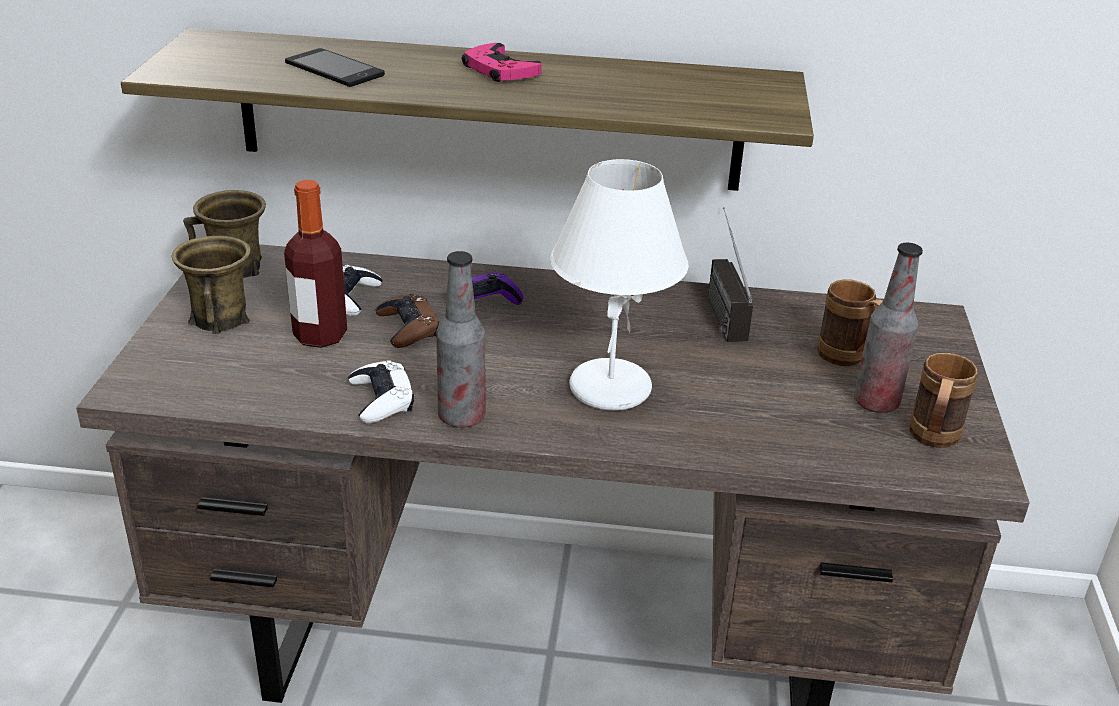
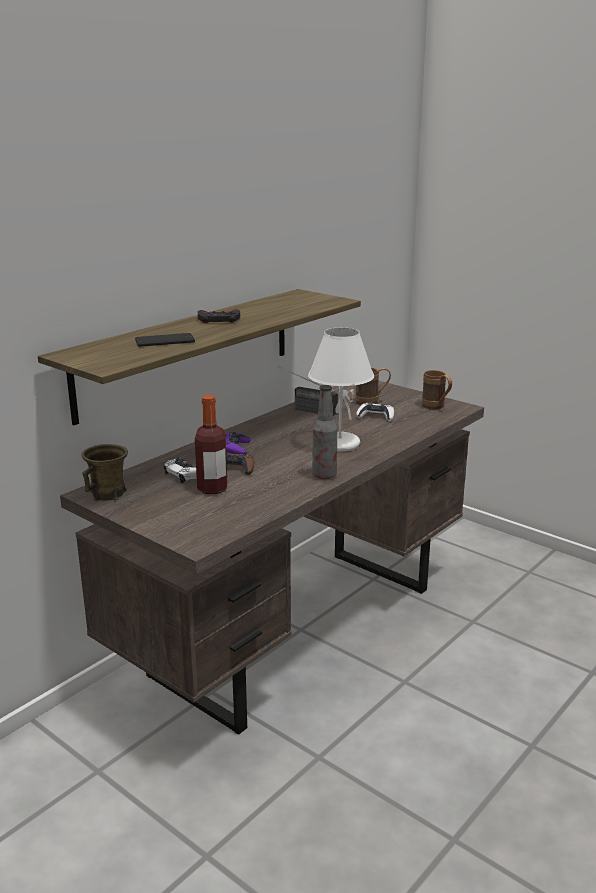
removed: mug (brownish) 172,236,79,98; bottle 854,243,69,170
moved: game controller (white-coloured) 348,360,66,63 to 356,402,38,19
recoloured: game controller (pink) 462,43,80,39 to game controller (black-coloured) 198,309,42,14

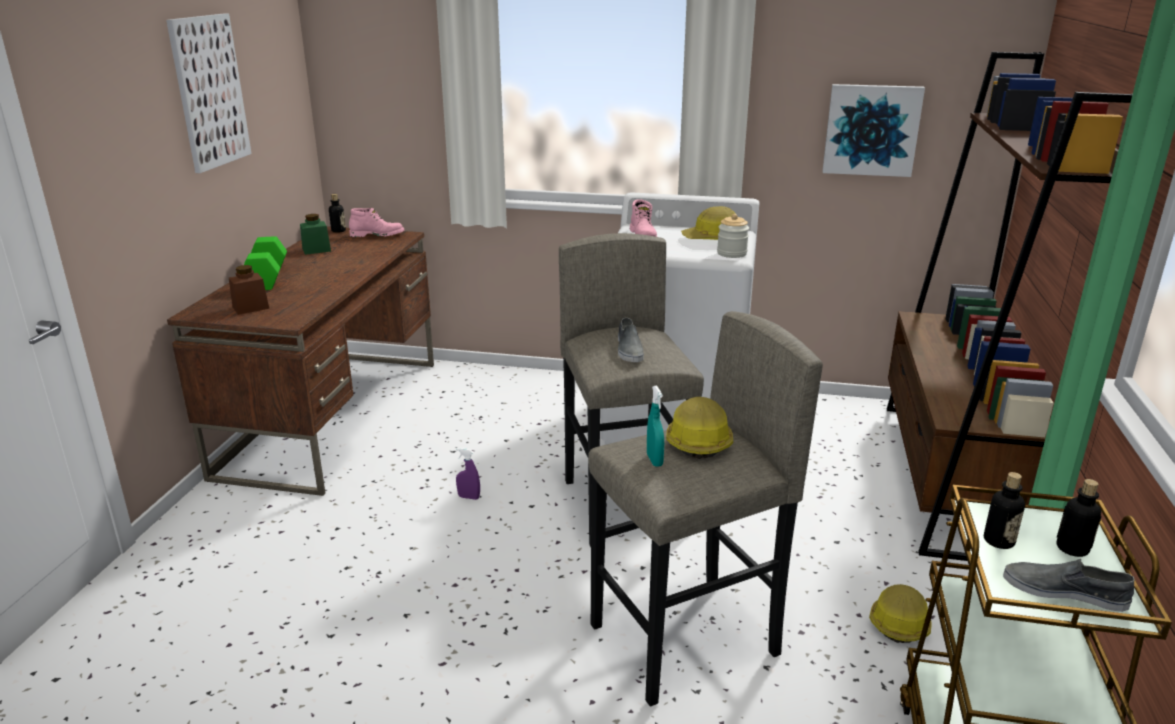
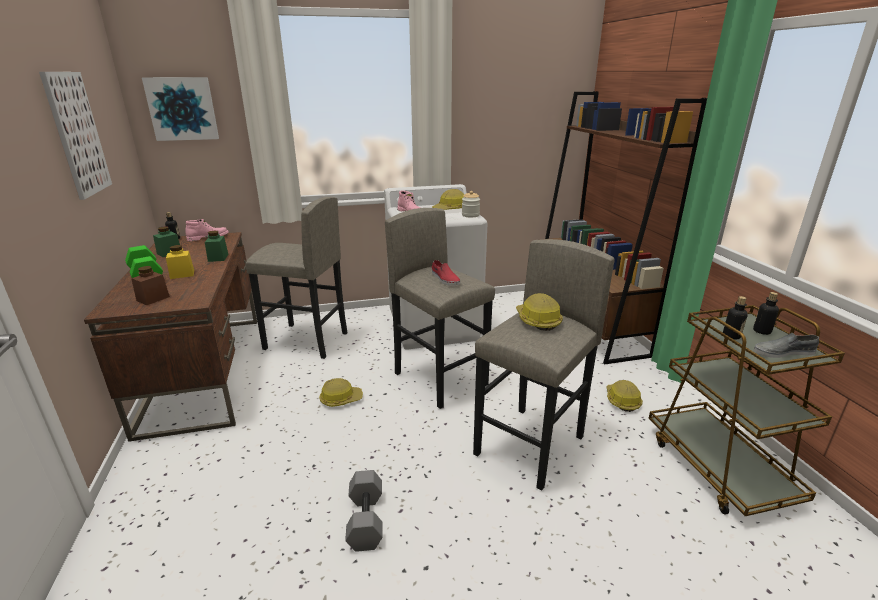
removed: sprayer (turquoise) 647,386,17,81
added: preserve jar (yellow) 166,245,28,34; preserve jar (green-coloured) 205,231,24,31; stool (gray) 245,197,103,162; free weight (gray) 345,470,38,82
moved: wall art 822,84,103,93 to 142,77,77,64
replaced: sprayer (purple) 456,448,24,52 to safety helmet 319,378,44,29
recoloured: item of footwear (gray) 618,318,26,44 to item of footwear (red-coloured) 432,260,28,26

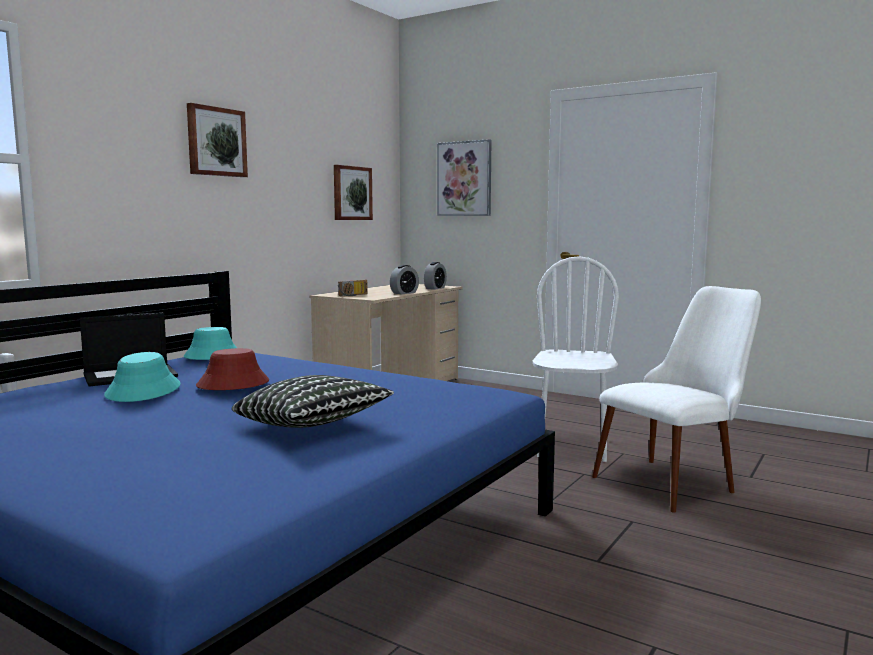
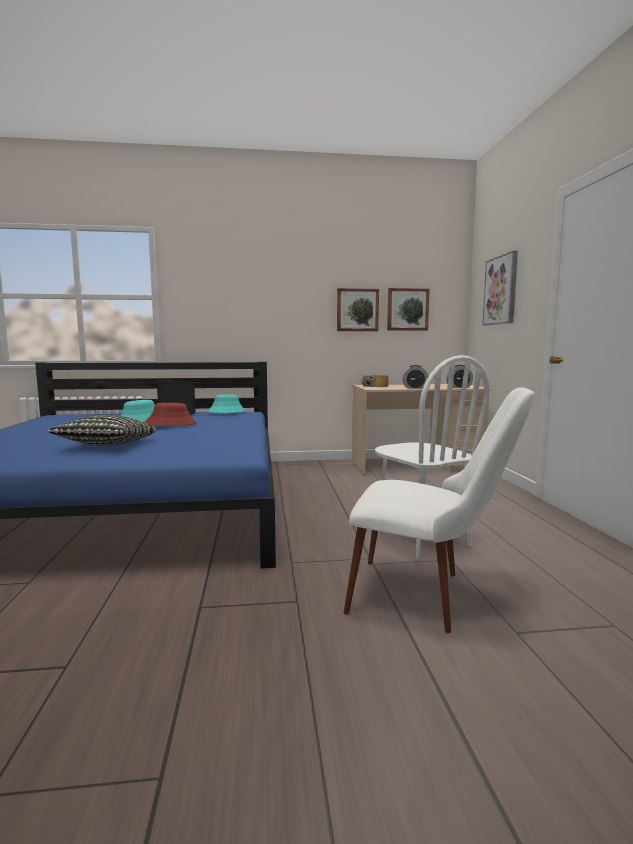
moved: wall art 187,103,61,74 to 337,288,42,43
turned: upright chair (white-coloured) 532,256,87,206 = 375,355,115,204 90 degrees clockwise

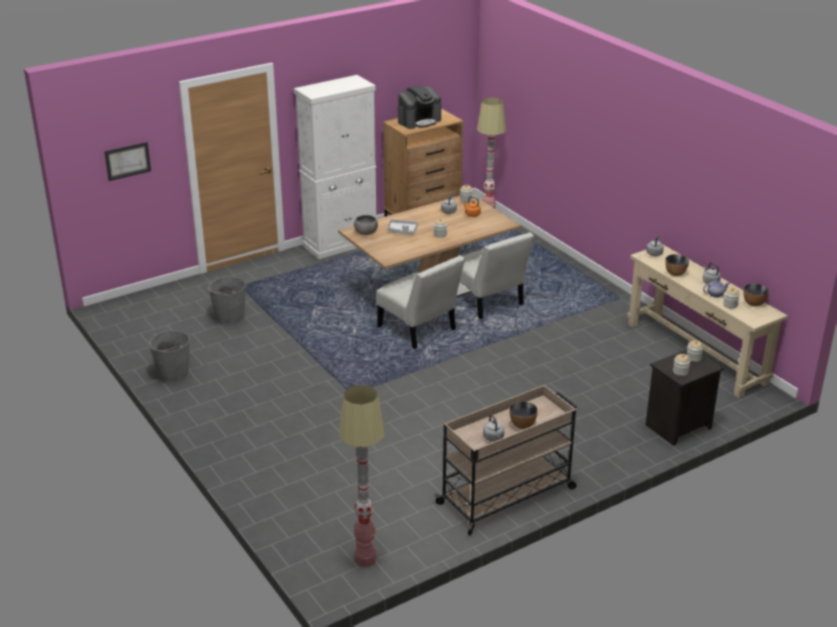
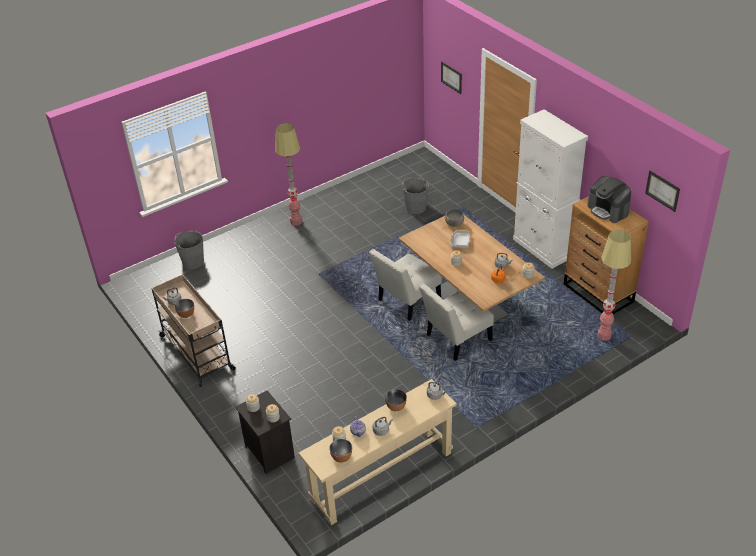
added: wall art 645,171,35,41
moved: bucket (gray) 149,330,41,54 to 174,231,30,38; standard lamp 339,385,46,182 to 275,123,27,103

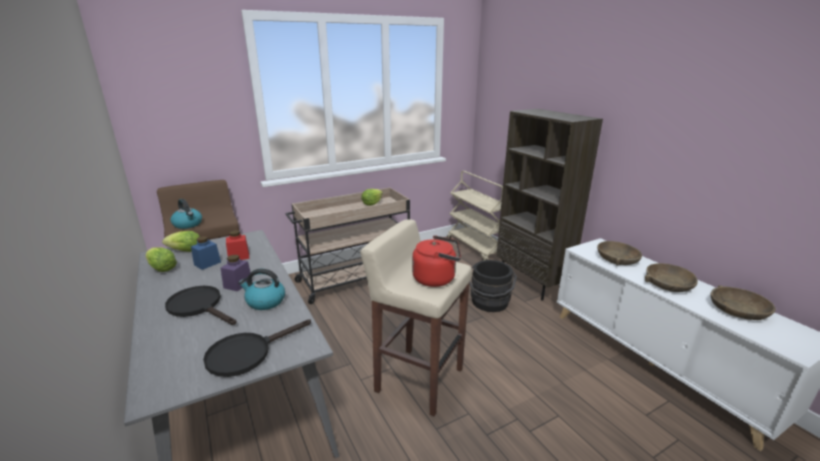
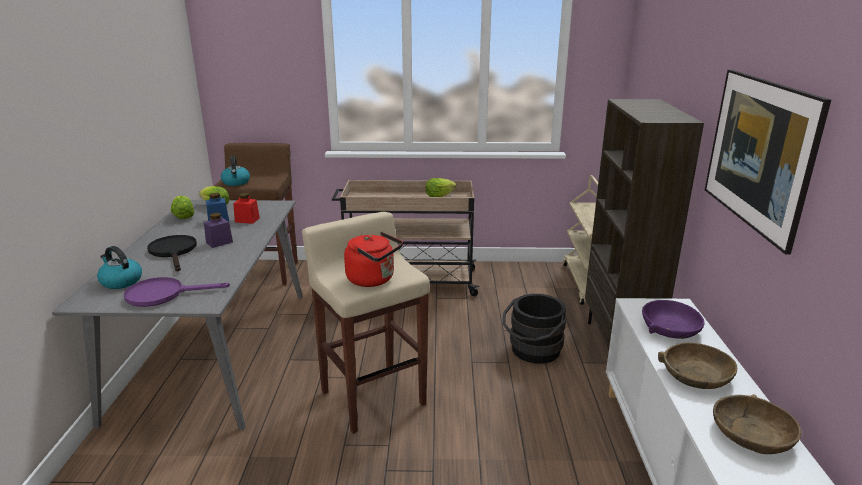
added: wall art 705,70,126,184
moved: tea kettle 238,269,47,41 to 97,246,45,43
recoloured: skillet (black-coloured) 203,320,108,57 to skillet (purple) 124,277,106,30; deep dish (brownish) 597,241,45,25 to deep dish (purple) 642,300,63,39

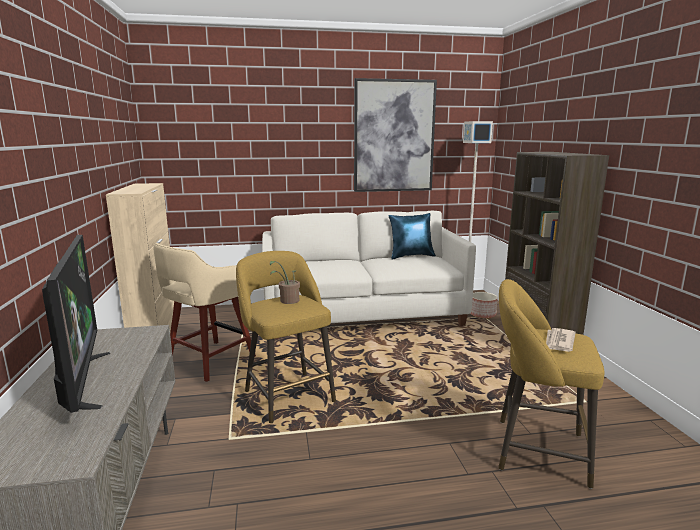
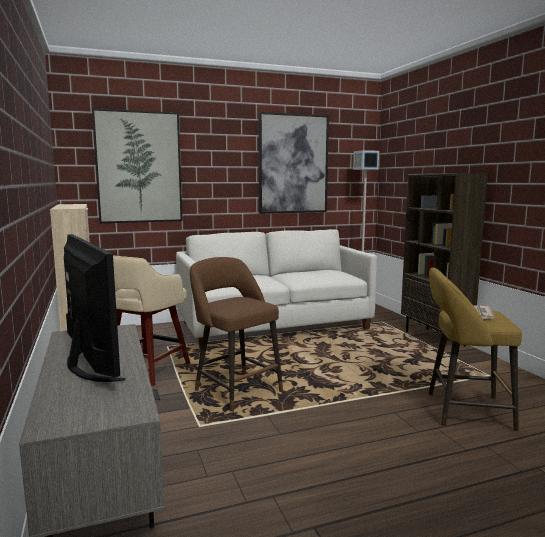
removed: potted plant 270,261,30,43; cushion (bluish) 389,213,47,47; flower pot 470,292,28,27
added: wall art 92,108,91,115
recoloured: stool (yellow) 236,251,100,172 to stool (brownish) 190,257,93,155

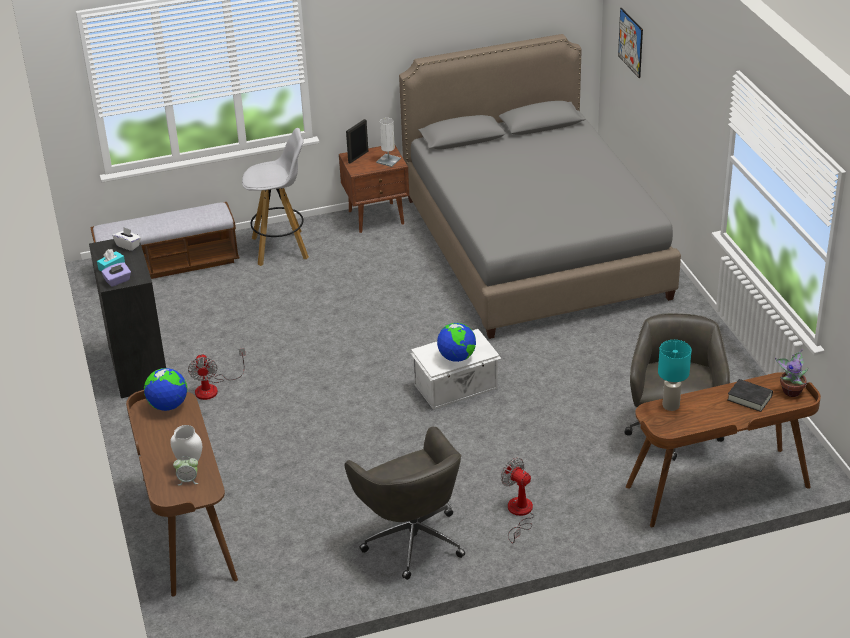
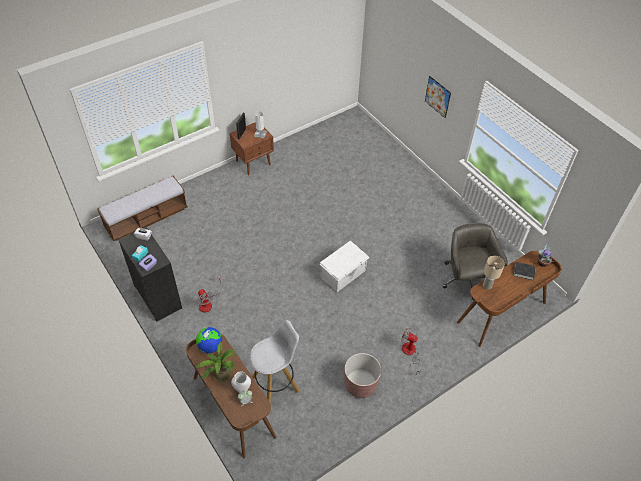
removed: sleeping bed (gray) 399,34,282,305; world globe 437,323,39,39
added: potted plant 196,341,41,41
moved: stool (white-coloured) 242,128,67,138 to 250,320,49,83; wall art 618,8,25,70 to 425,76,26,42
replaced: desk chair (gray) 345,427,120,153 to flower pot (brownish) 345,353,36,45
recoloured: table lamp (turquoise) 658,340,34,71 to table lamp (sand-coloured) 483,256,22,34

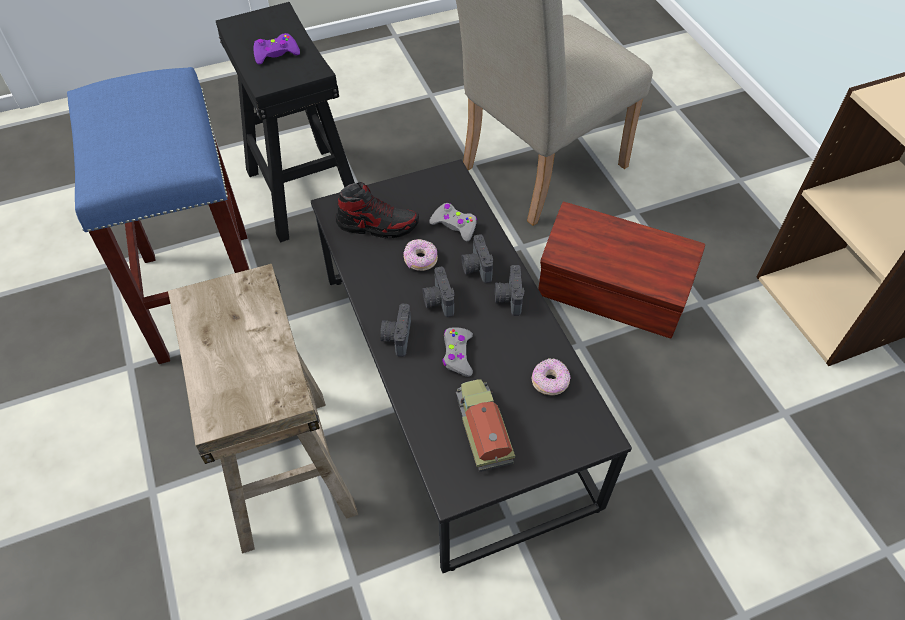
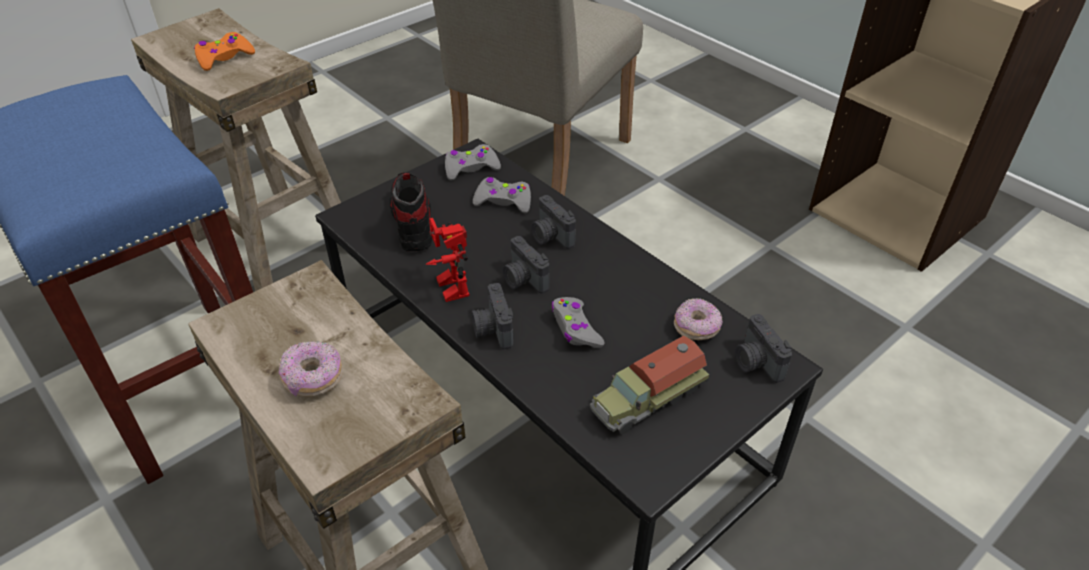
removed: storage box (brownish) 538,202,167,137
added: toy robot 426,218,44,84; game controller (gray) 445,144,56,36
moved: ring doughnut 403,239,35,32 to 279,341,64,56; still camera 495,265,29,51 to 735,314,57,69
recoloured: stool (black-coloured) 216,2,139,241 to stool (sand-coloured) 131,8,210,283; game controller (purple) 253,33,47,32 to game controller (orange) 194,32,61,39
turned: item of footwear 336,182,83,56 = 390,173,42,78 90 degrees counterclockwise; model truck 456,379,59,93 = 590,335,119,99 90 degrees counterclockwise

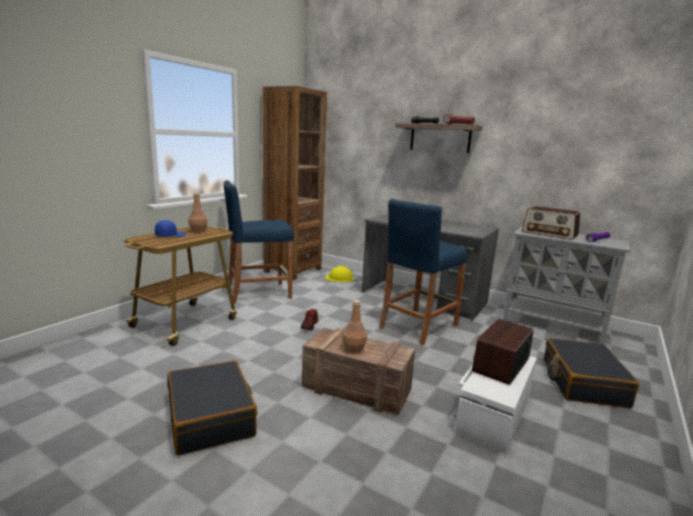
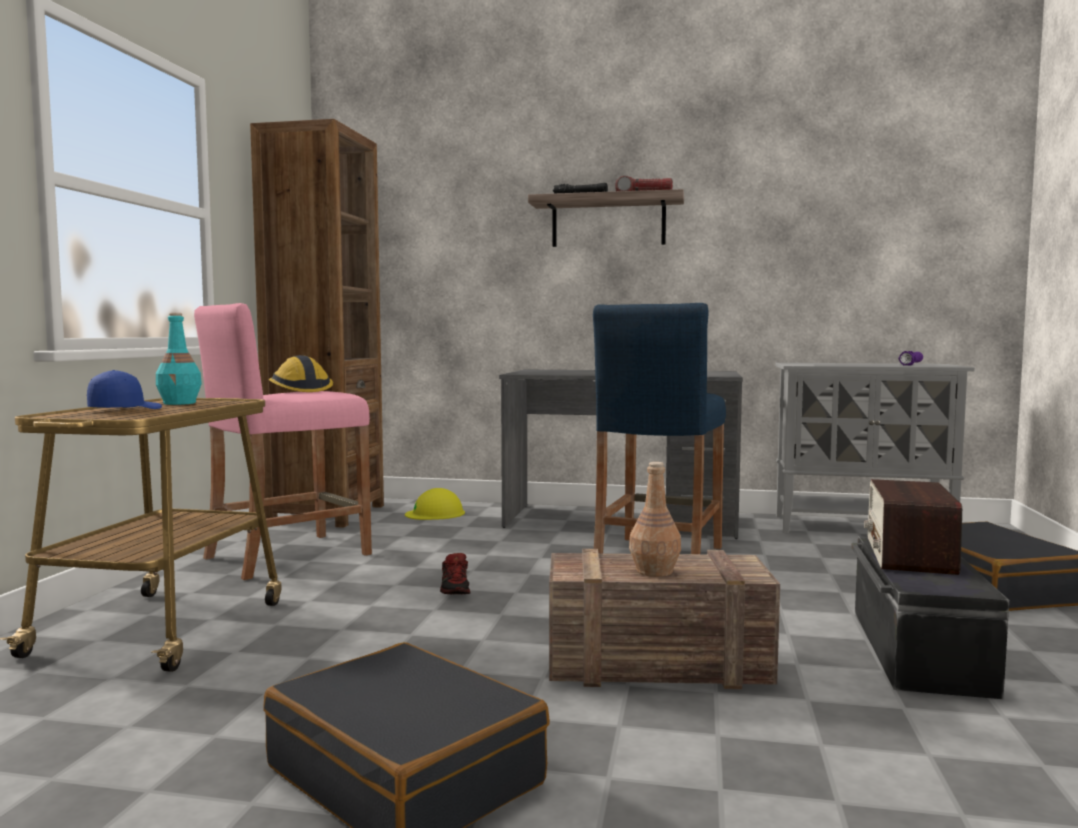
removed: radio set 522,206,58,34
added: safety helmet 269,355,64,37
recoloured: bottle (brownish) 188,193,20,40 to bottle (turquoise) 156,313,46,92; stool (bluish) 224,180,70,123 to stool (pink) 194,303,178,277; storage box (white-coloured) 455,356,82,98 to storage box (black-coloured) 851,536,158,163

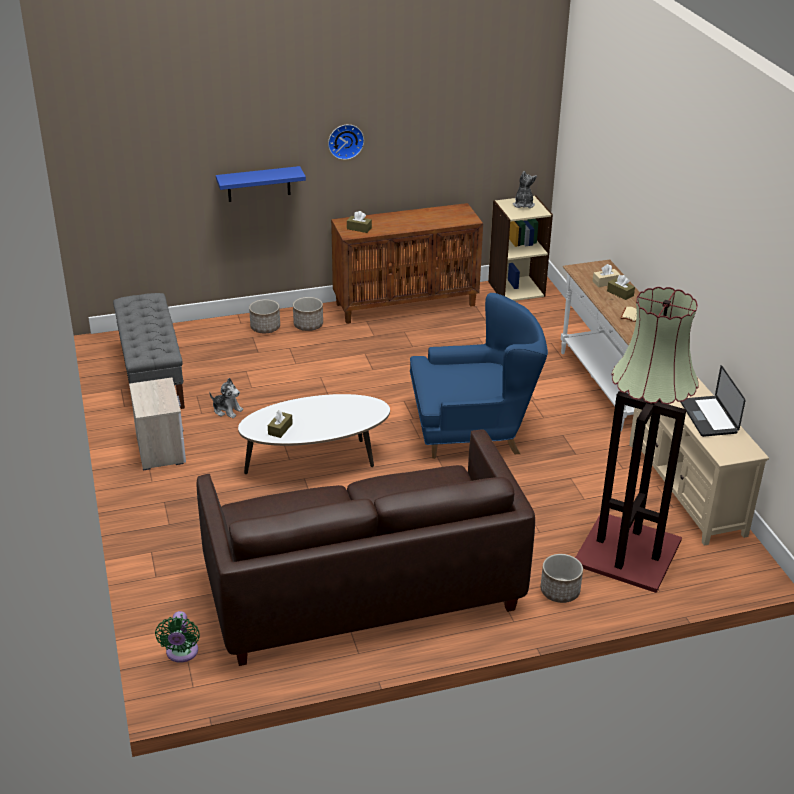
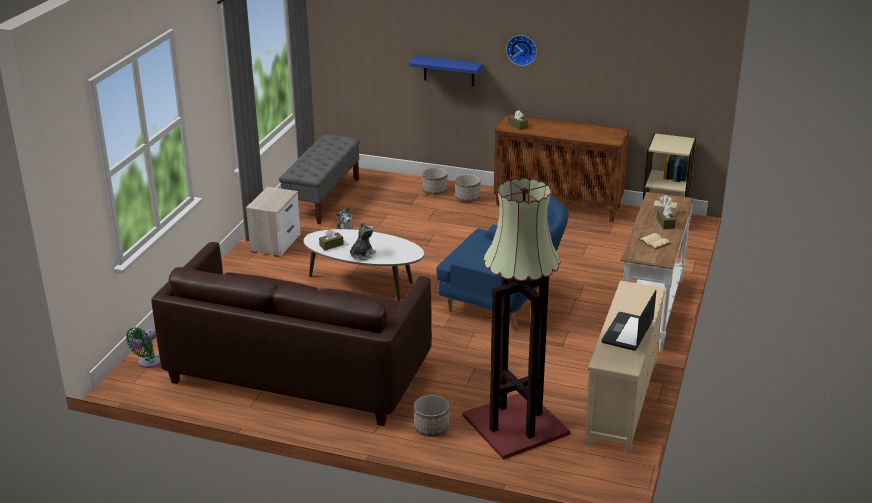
moved: soft toy 513,171,24,37 to 350,222,26,38

